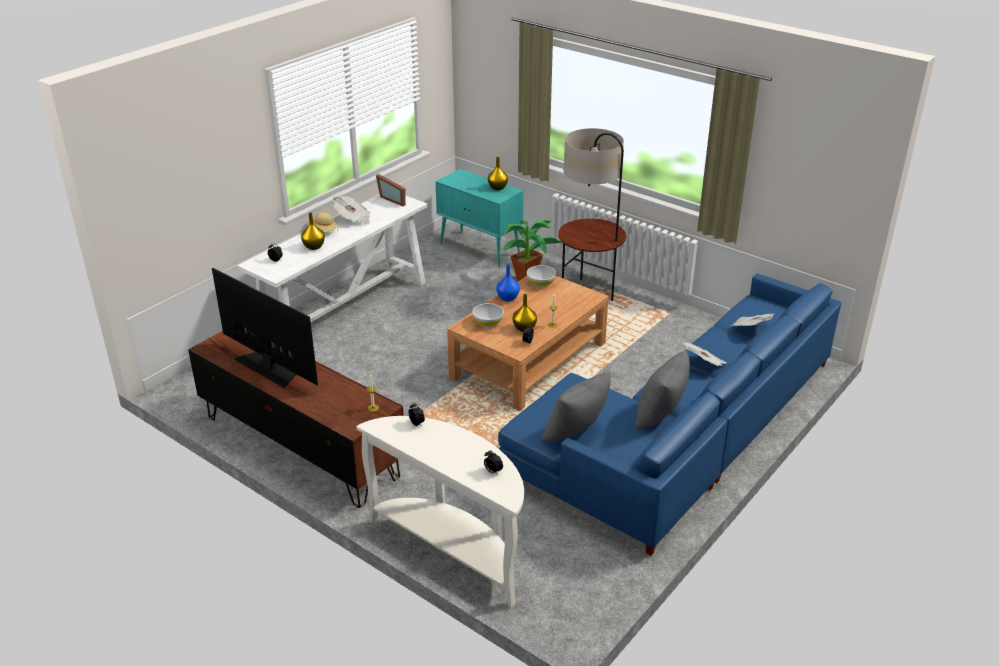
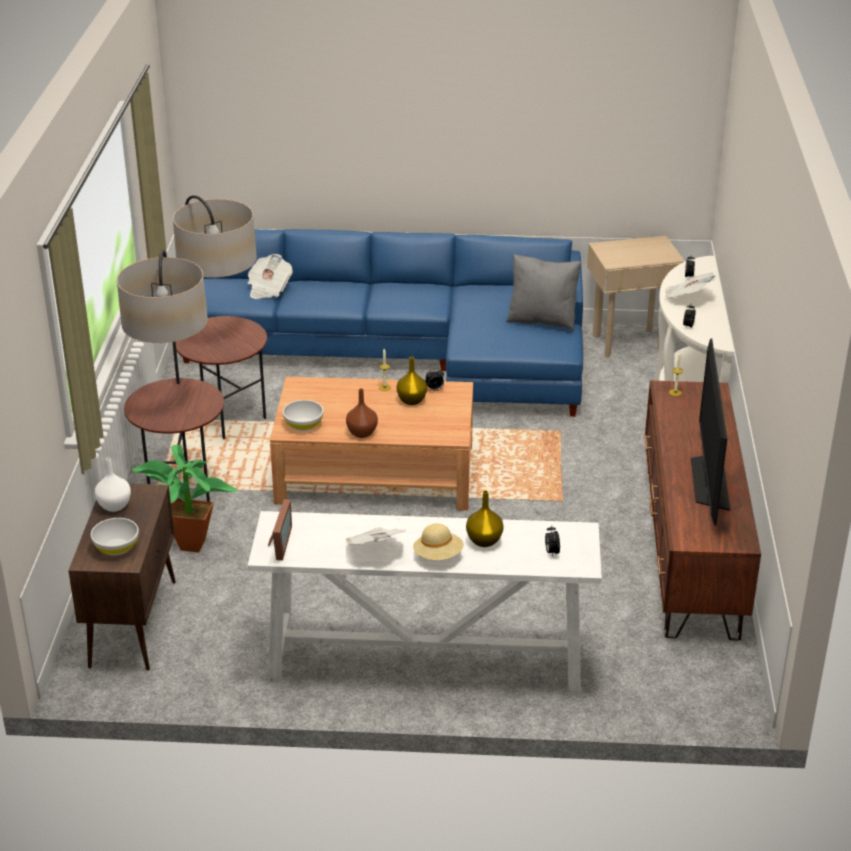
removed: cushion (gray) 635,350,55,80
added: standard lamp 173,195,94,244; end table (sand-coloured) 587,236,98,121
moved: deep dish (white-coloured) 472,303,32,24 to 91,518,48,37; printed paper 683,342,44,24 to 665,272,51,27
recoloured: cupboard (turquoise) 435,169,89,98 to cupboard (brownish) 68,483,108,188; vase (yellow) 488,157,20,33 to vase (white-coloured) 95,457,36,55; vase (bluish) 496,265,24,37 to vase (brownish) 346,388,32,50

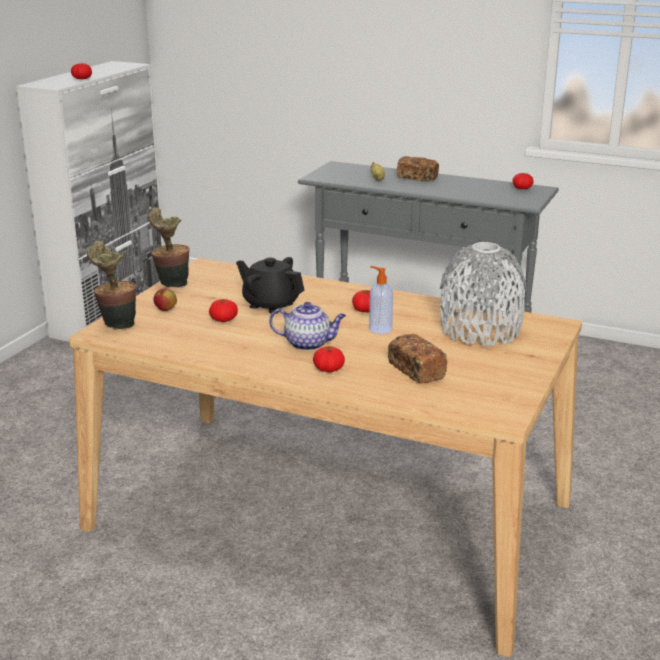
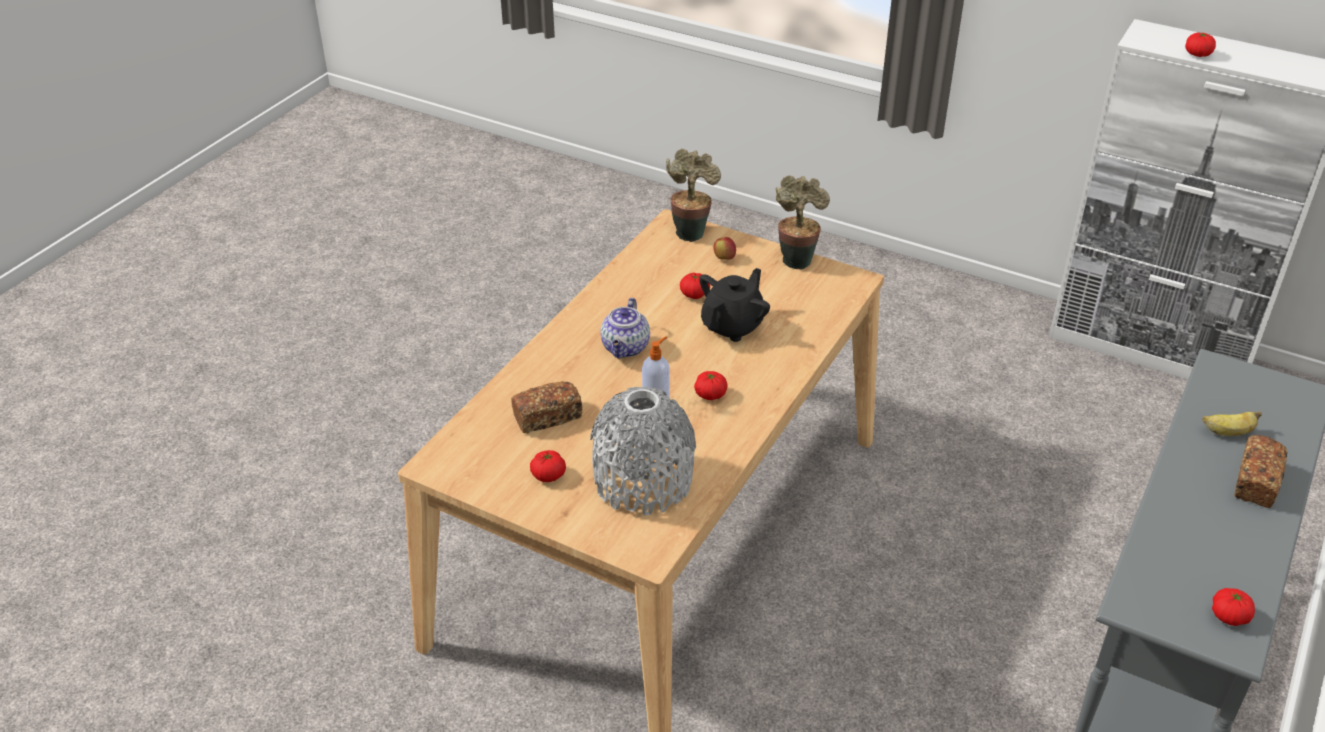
moved: whole tomato 313,346,32,26 to 530,450,36,32

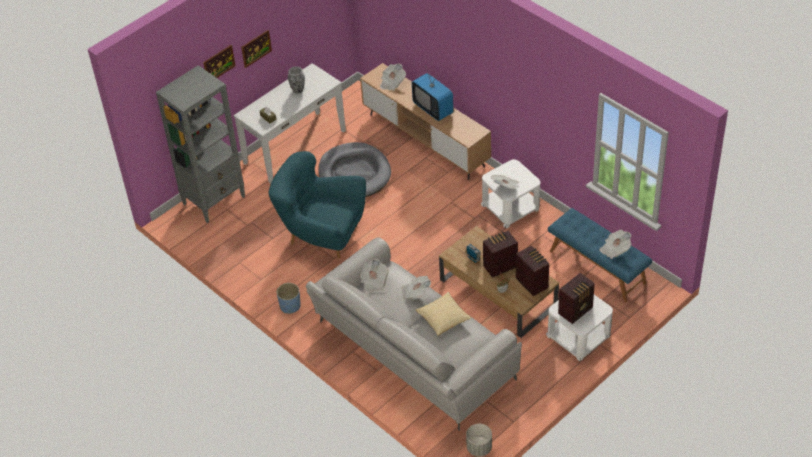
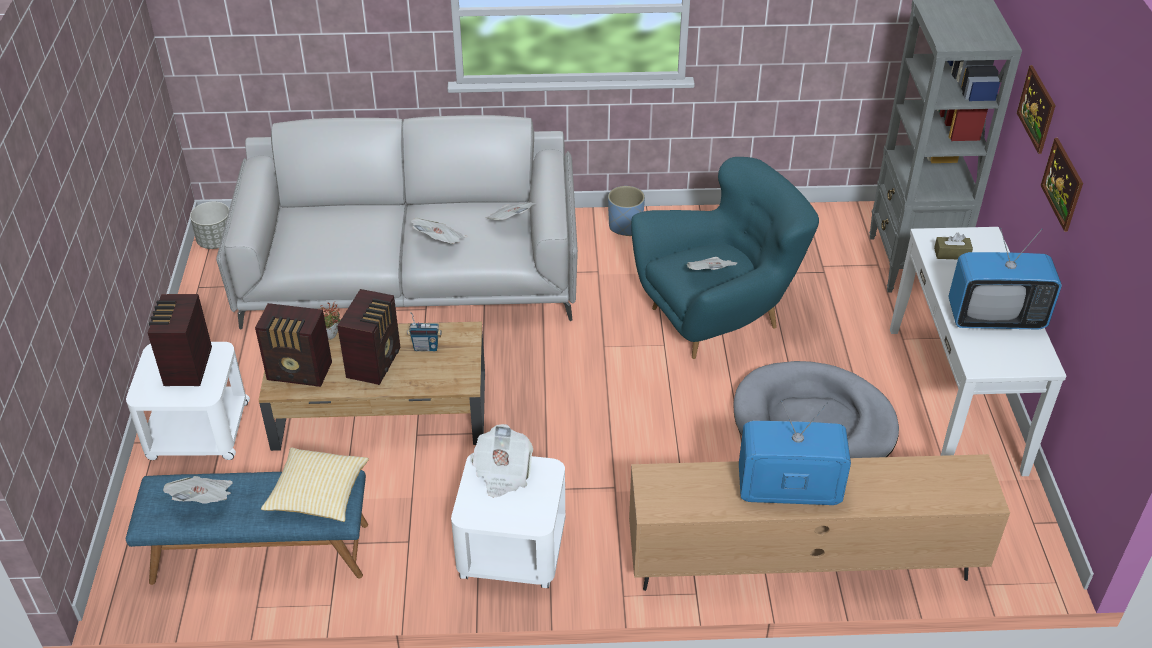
moved: printed paper 380,64,26,27 to 687,257,50,13; cushion 416,292,55,44 to 261,447,108,75
replaced: vase 288,66,17,28 to television 948,228,114,102

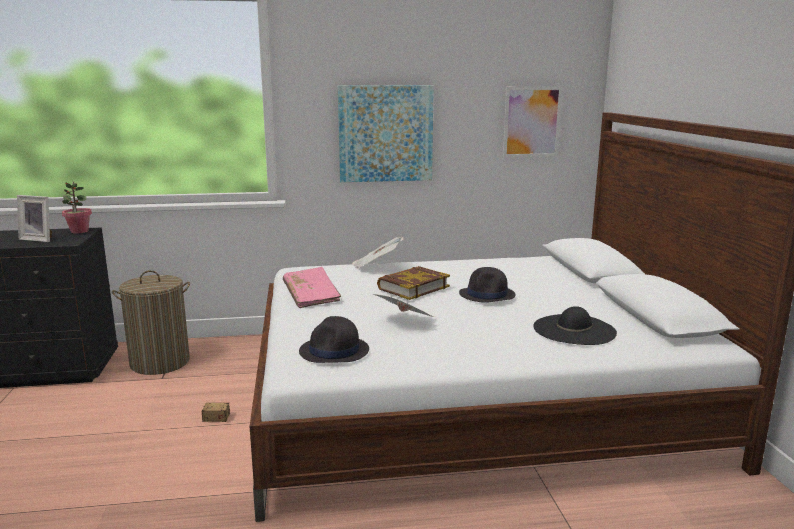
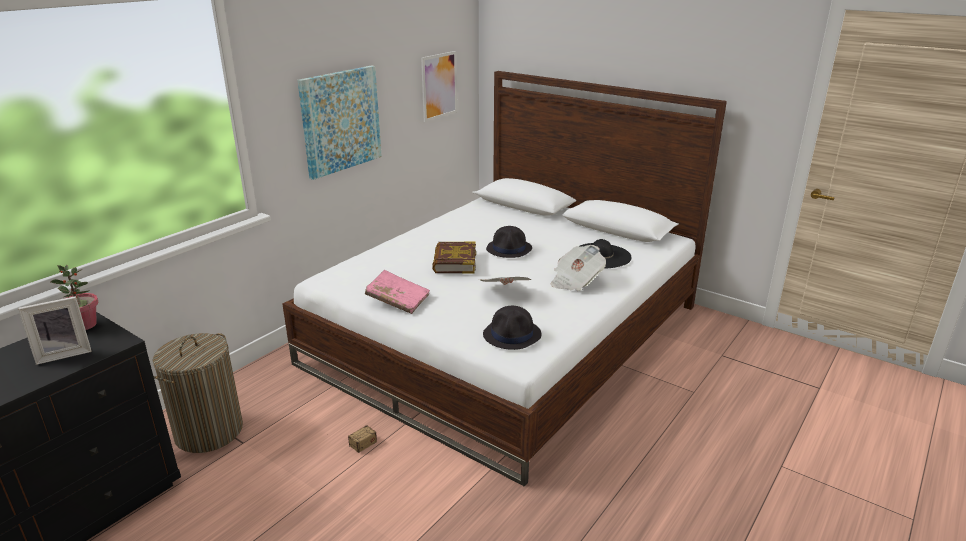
moved: printed paper 352,237,51,31 to 551,245,55,46

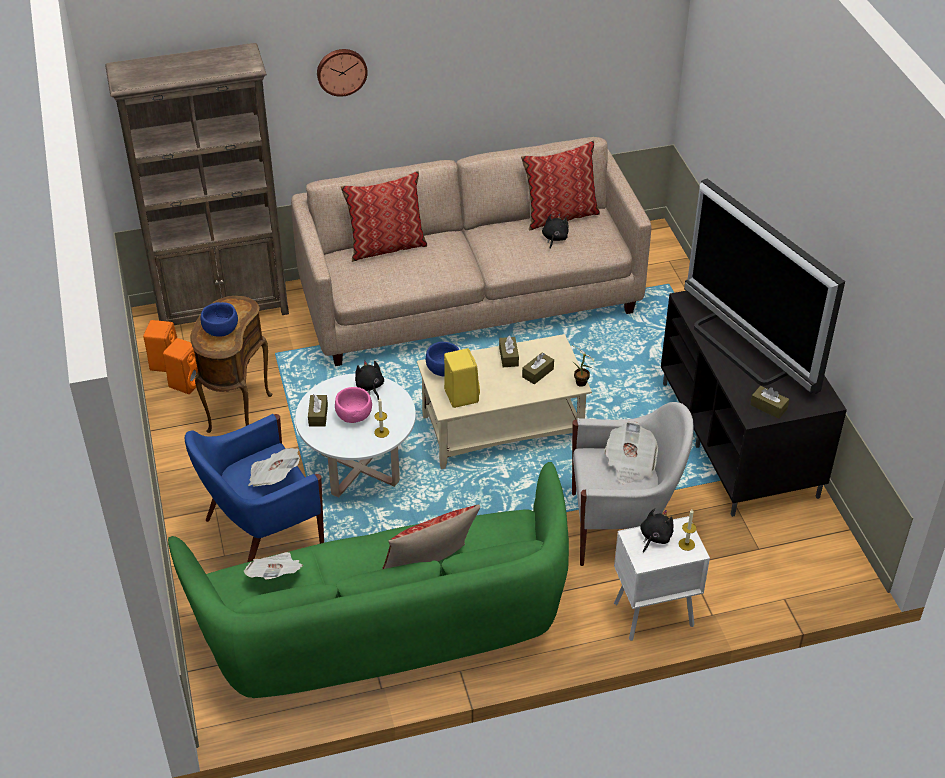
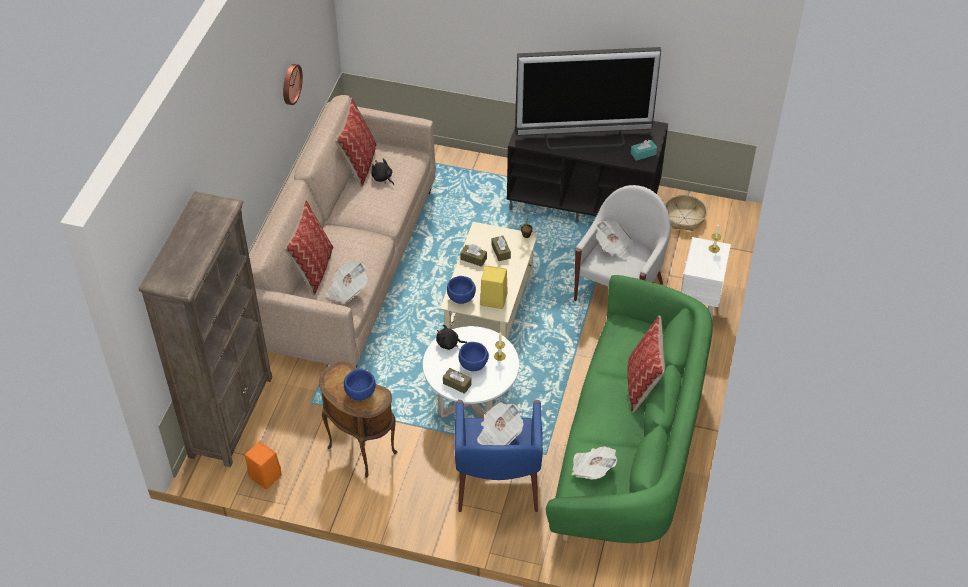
removed: speaker (orange) 163,338,35,56; soft toy (black-coloured) 640,508,34,45
added: printed paper 325,261,43,43; storage basket 665,195,42,36
moved: wall clock 317,49,51,48 to 283,64,20,41
recoloured: deep dish (pink) 335,387,37,36 to deep dish (bluish) 459,342,30,29; tissue holder (brownish) 750,386,39,33 to tissue holder (turquoise) 631,140,26,21

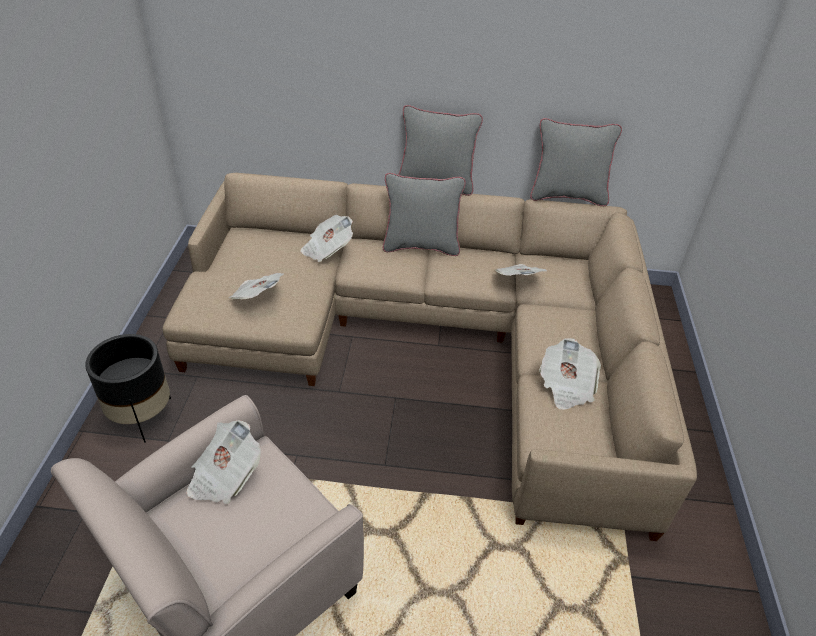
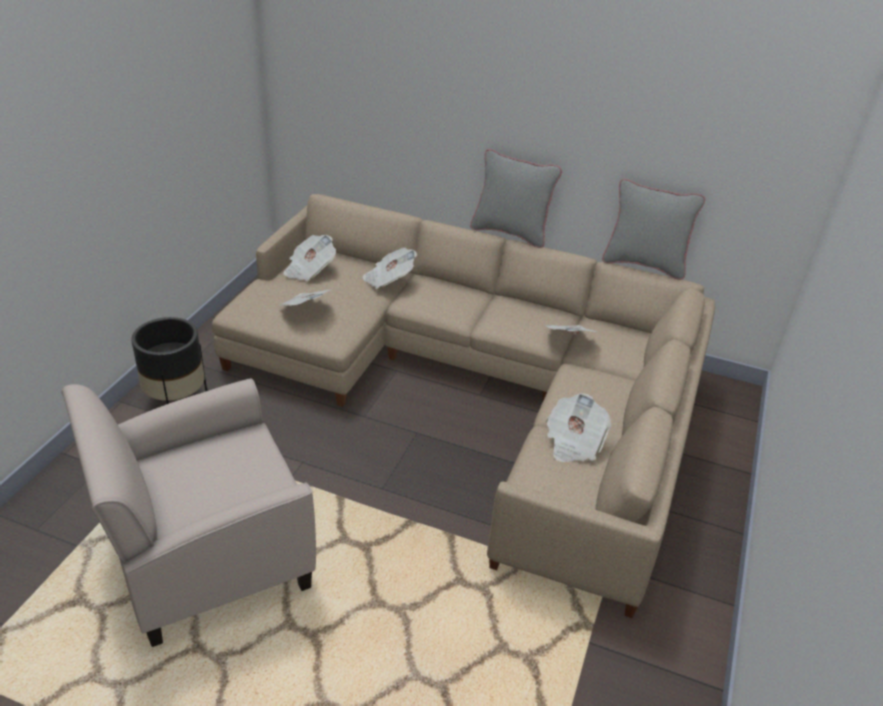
removed: cushion (gray) 383,173,83,83
moved: printed paper 187,420,74,84 to 283,235,53,46

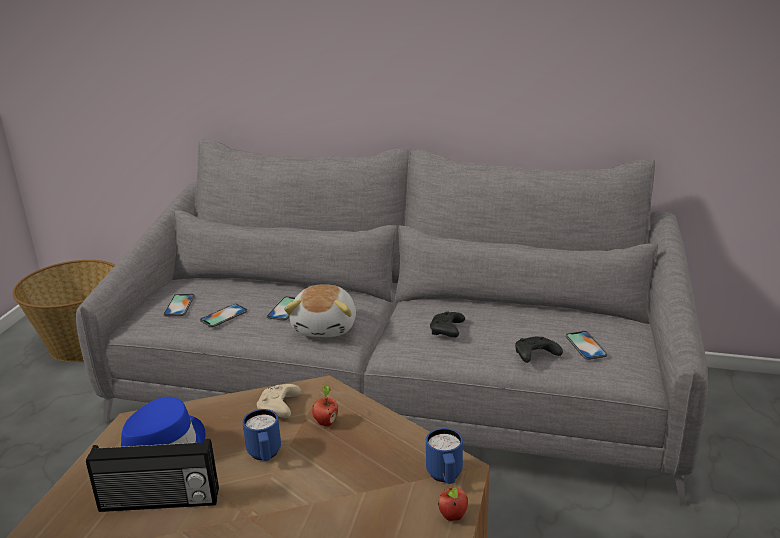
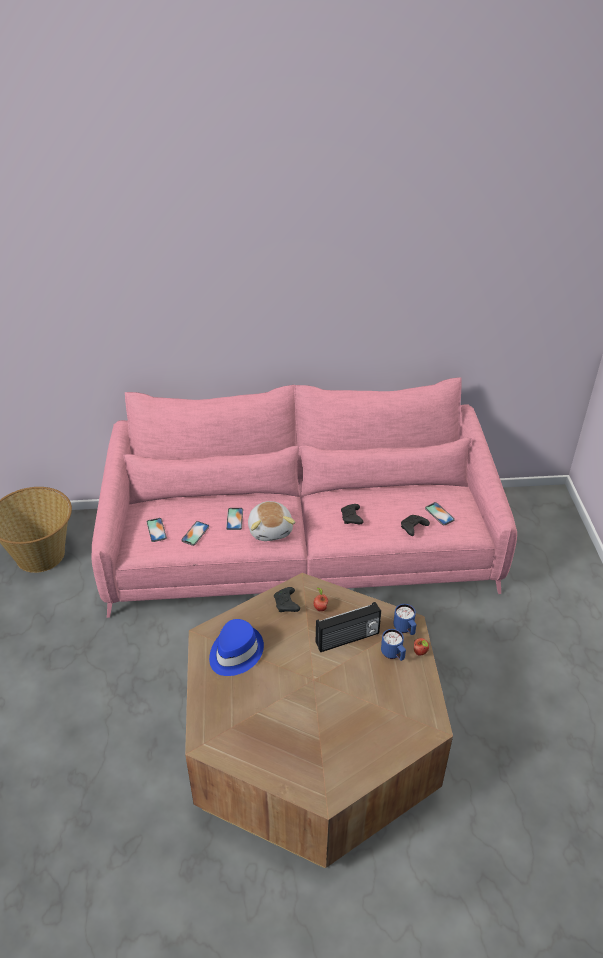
moved: radio set 86,439,133,73 to 316,602,65,50; mug (bluish) 242,409,39,52 to 381,629,25,32
recoloured: settee (gray) 76,139,632,367 to settee (pink) 91,377,426,241; game controller (sand-coloured) 257,384,44,34 to game controller (black-coloured) 274,587,26,25

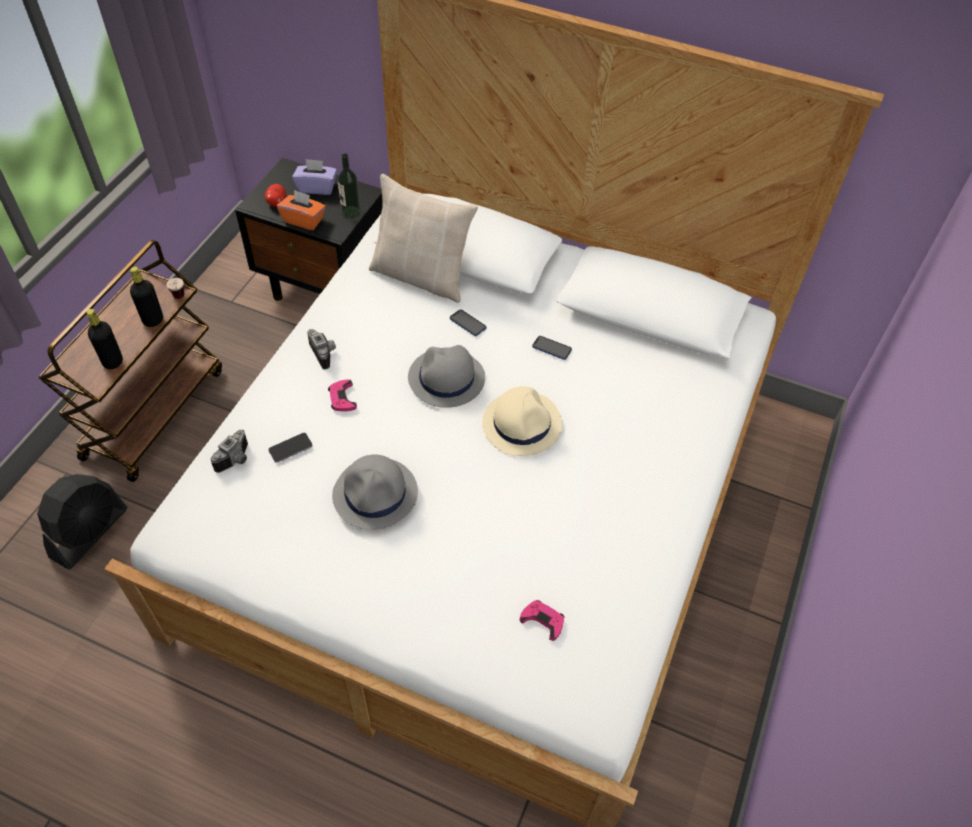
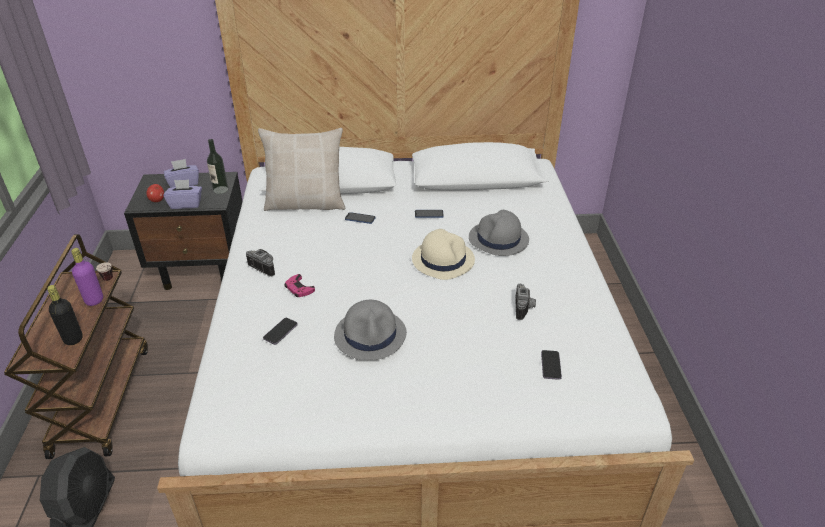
moved: still camera 210,430,38,43 to 515,284,21,36; wearable hat (gray) 408,345,77,63 to 469,210,60,46
replaced: game controller (pink) 520,600,45,41 to handset 541,350,21,30
recoloured: bottle (black-coloured) 130,267,33,60 to bottle (purple) 71,248,32,58; tissue holder (orange) 277,190,48,40 to tissue holder (purple) 163,180,39,29

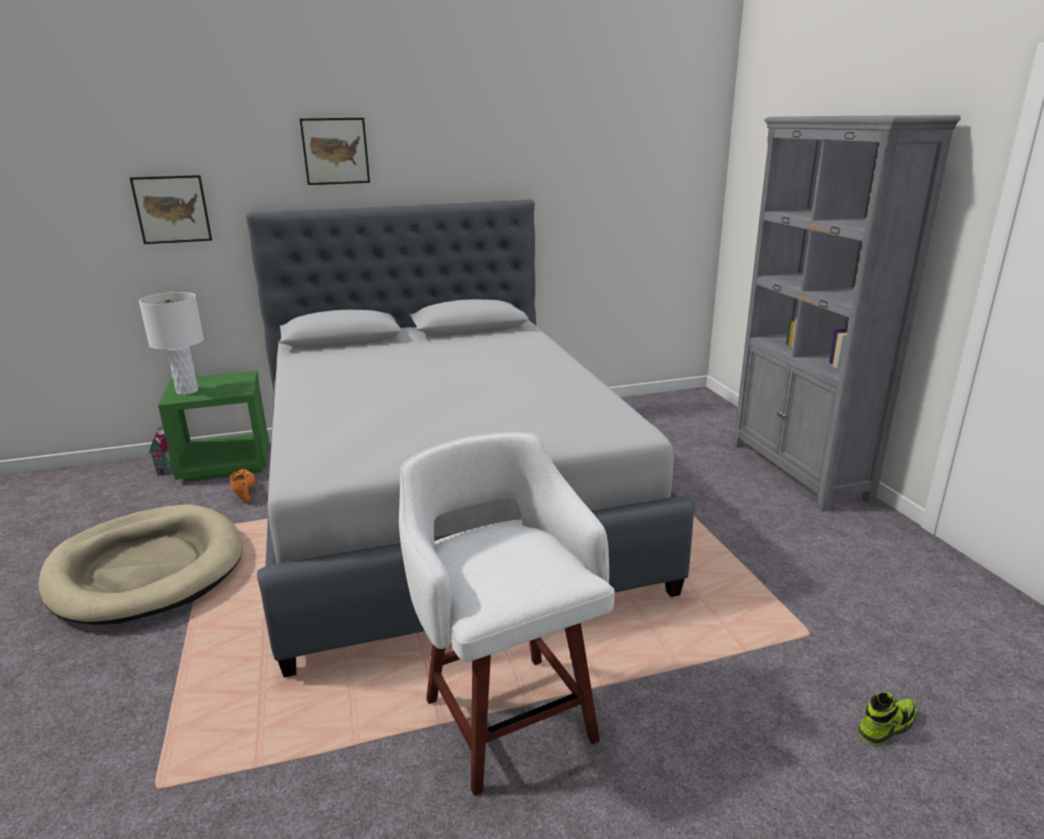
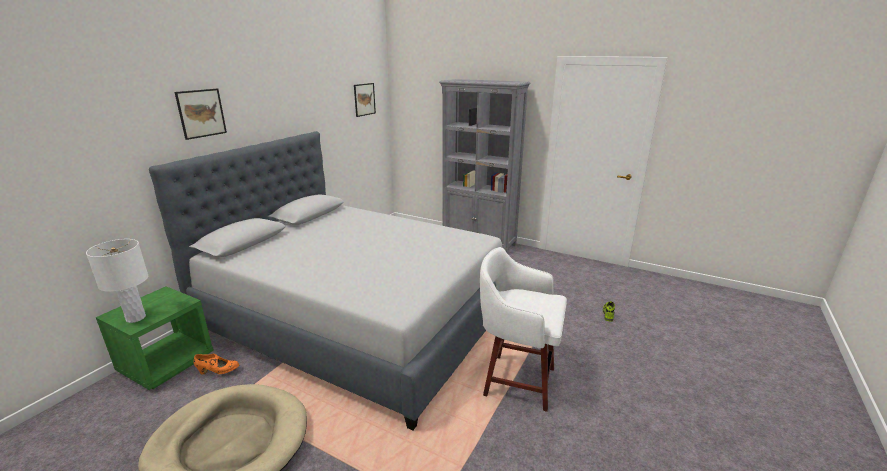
removed: miniature house 149,426,23,50
moved: wall art 130,175,82,69 to 354,83,22,34
turned: item of footwear (orange) 230,469,25,33 = 193,354,46,20 150 degrees clockwise

